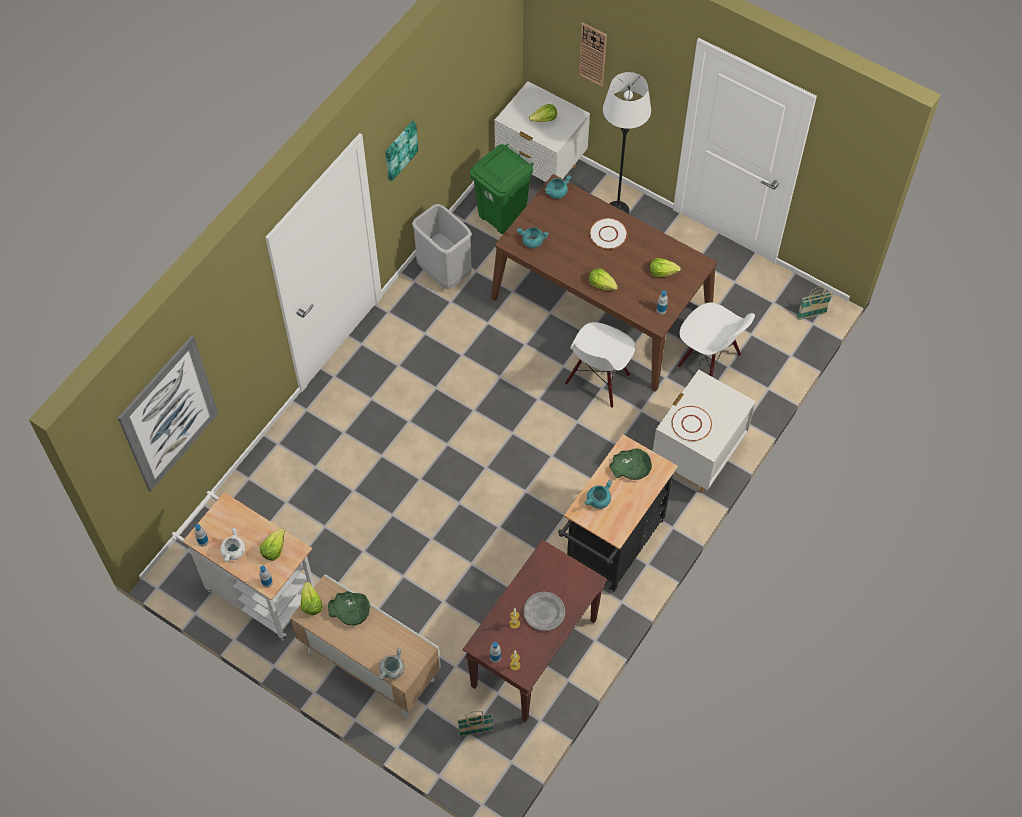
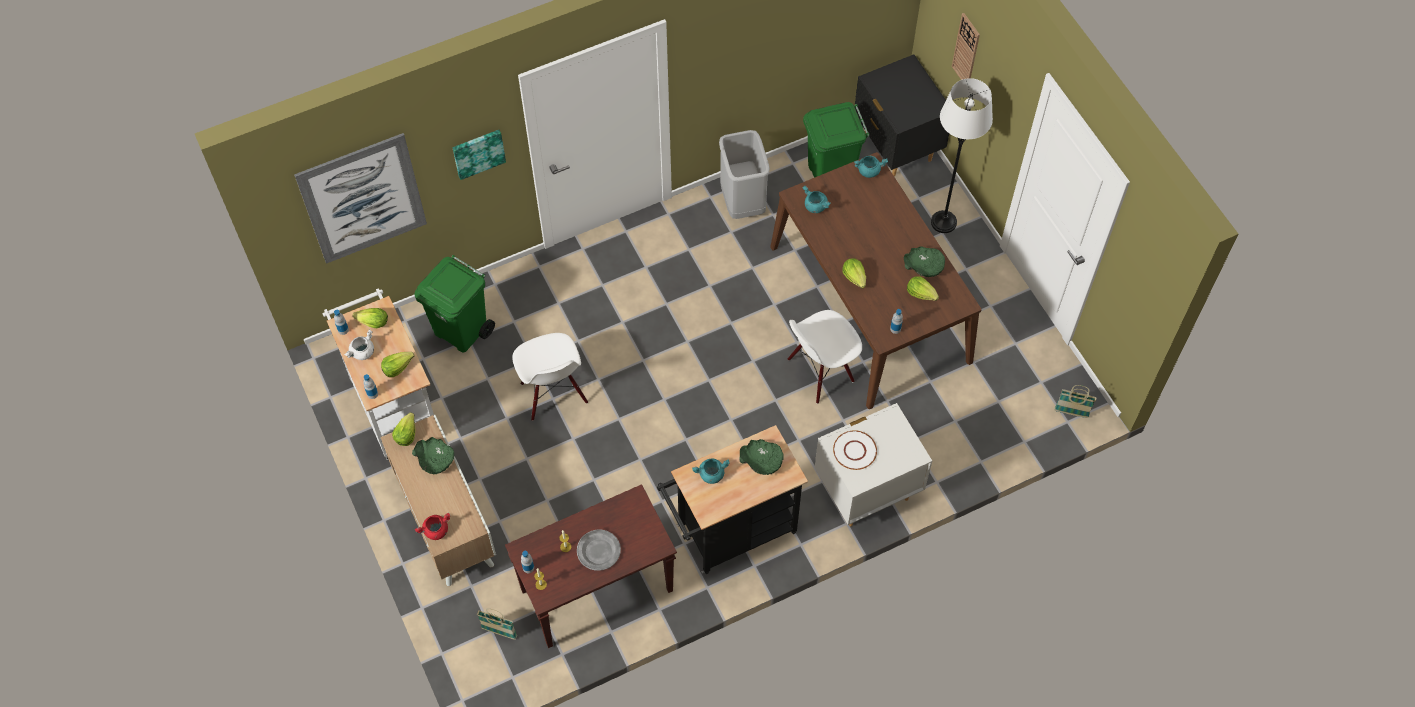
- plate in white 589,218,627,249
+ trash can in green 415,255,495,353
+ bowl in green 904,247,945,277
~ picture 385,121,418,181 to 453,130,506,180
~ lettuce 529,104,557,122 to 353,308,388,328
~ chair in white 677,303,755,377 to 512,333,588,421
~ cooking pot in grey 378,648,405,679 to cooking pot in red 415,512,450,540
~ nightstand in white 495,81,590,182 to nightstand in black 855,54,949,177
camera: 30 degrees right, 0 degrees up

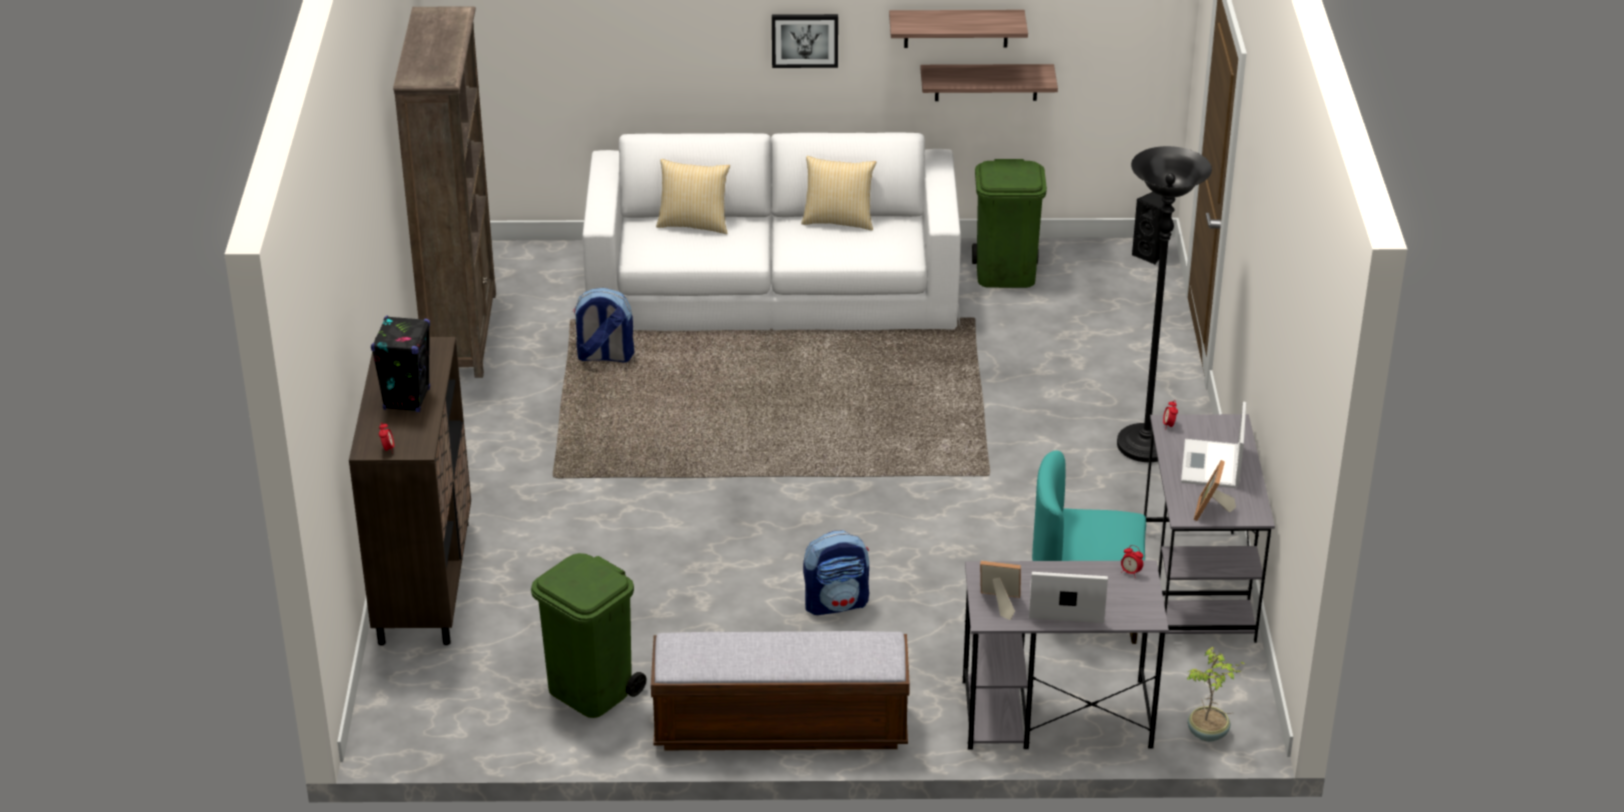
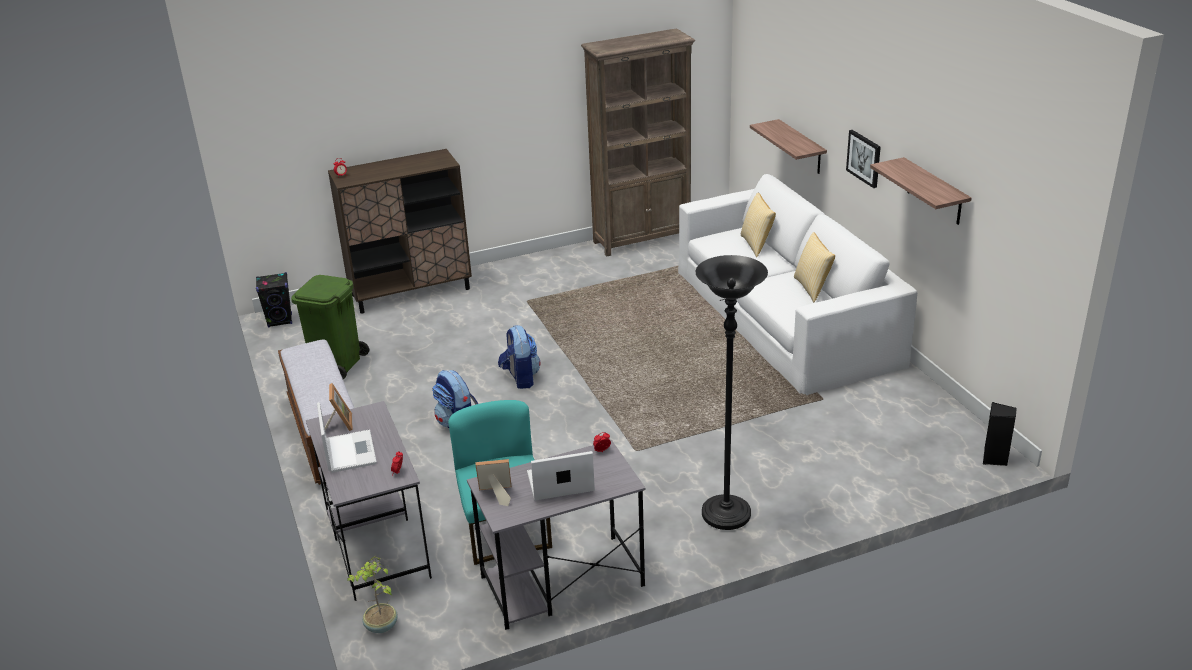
- trash can in green 972,159,1047,288
~ speaker in black 371,315,430,412 to 256,272,292,328
~ backpack 572,288,634,363 to 498,325,541,389
~ shelf 920,64,1058,101 to 750,119,827,174
camera: 70 degrees right, 5 degrees down

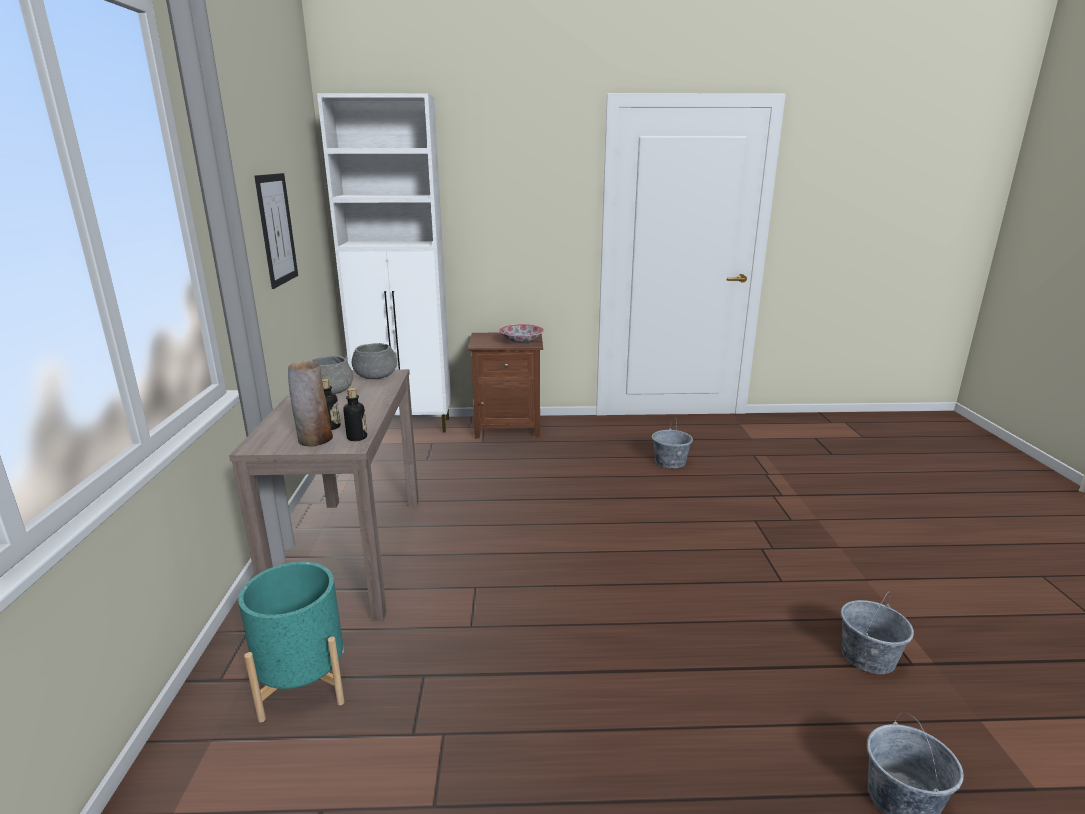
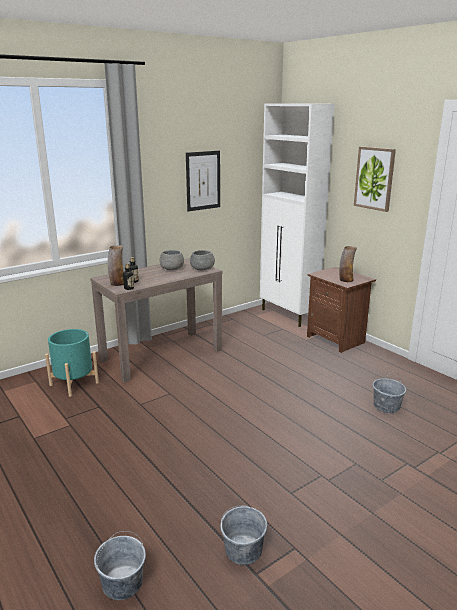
+ picture 354,146,396,212
~ bowl 499,324,544,343 to vase 339,246,357,282
camera: 55 degrees right, 0 degrees up

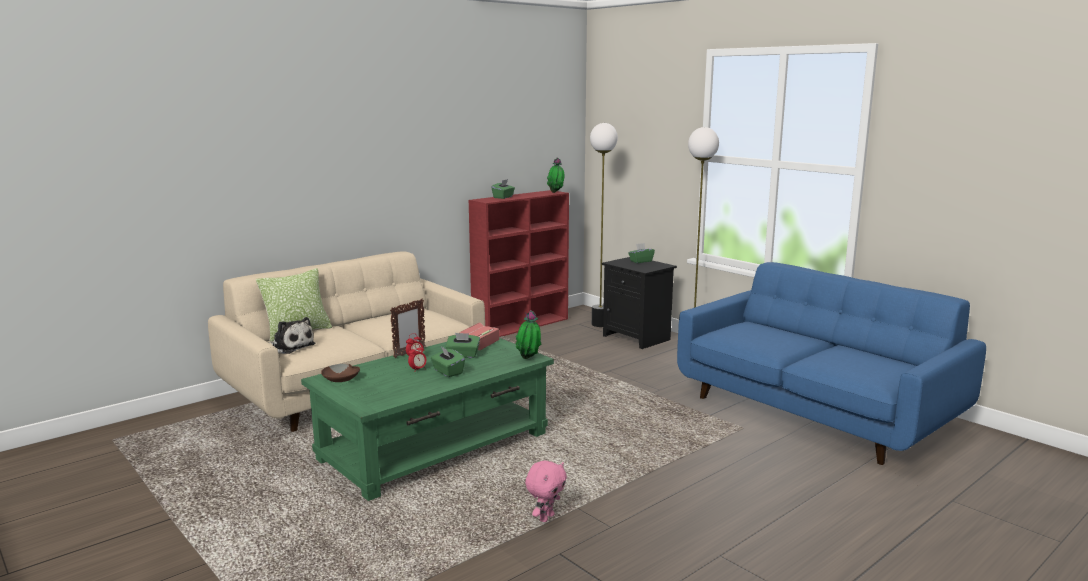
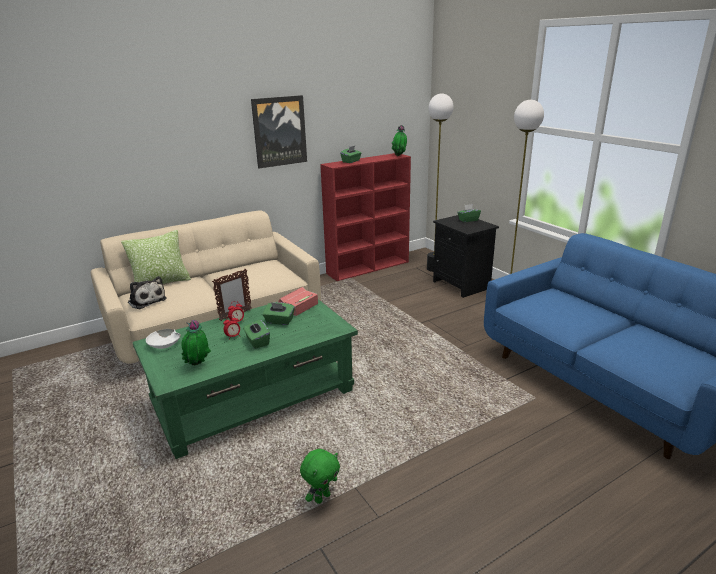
+ picture 251,95,307,168
~ potted plant 515,310,541,359 to 181,320,211,365
~ bowl in brown 321,364,360,382 to bowl in white 146,329,181,349
~ plush toy in pink 525,461,567,522 to plush toy in green 300,449,340,504
camera: 10 degrees right, 10 degrees up

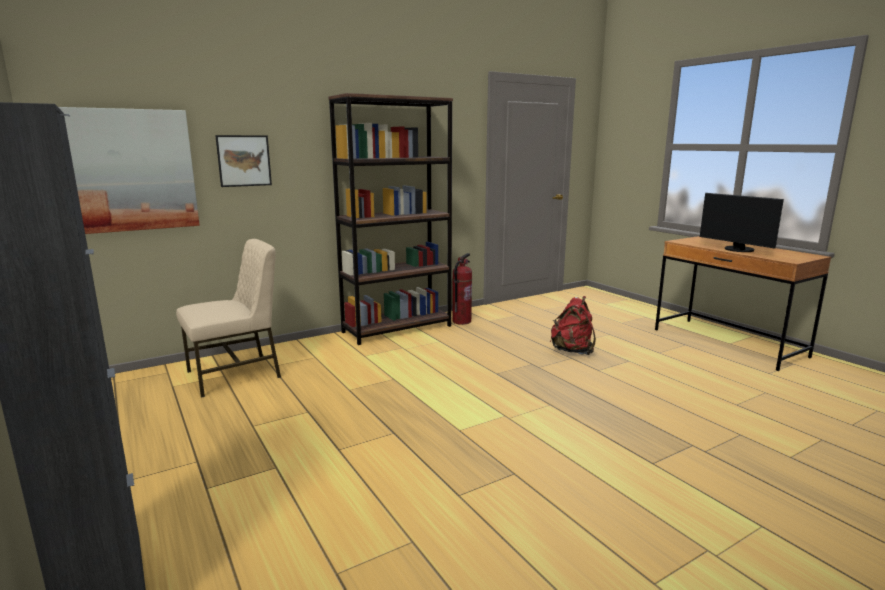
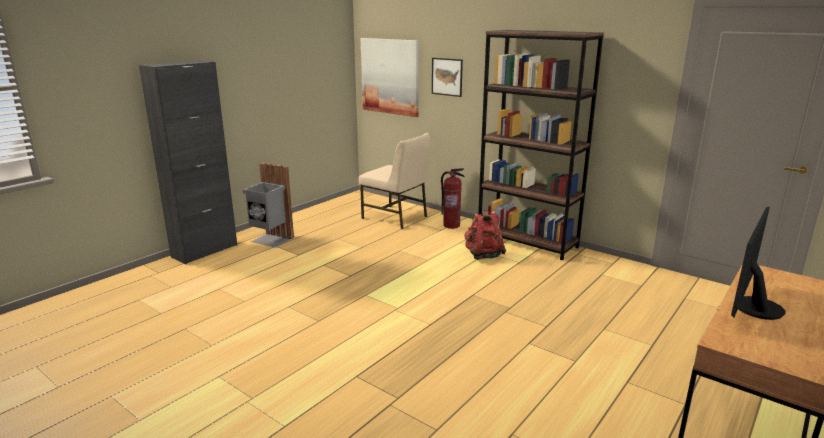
+ trash can in grey 243,162,294,248
~ fire extinguisher 452,253,472,325 to 441,168,465,229
~ backpack in red 550,296,596,355 to 465,210,506,260
camera: 70 degrees right, 5 degrees up

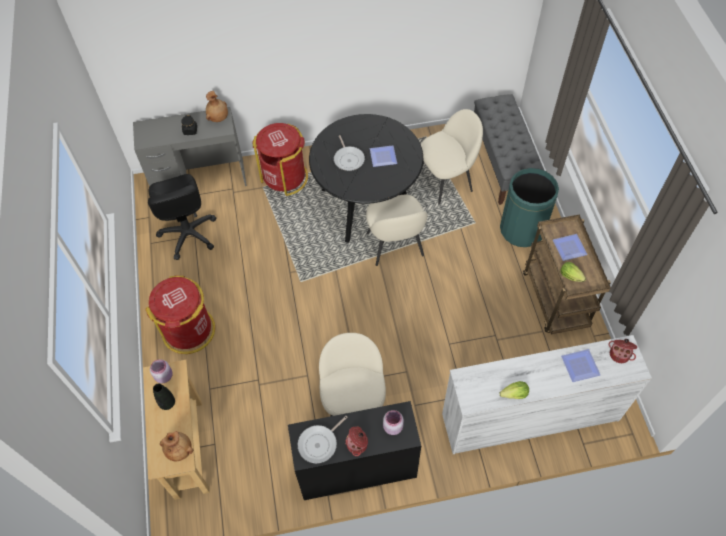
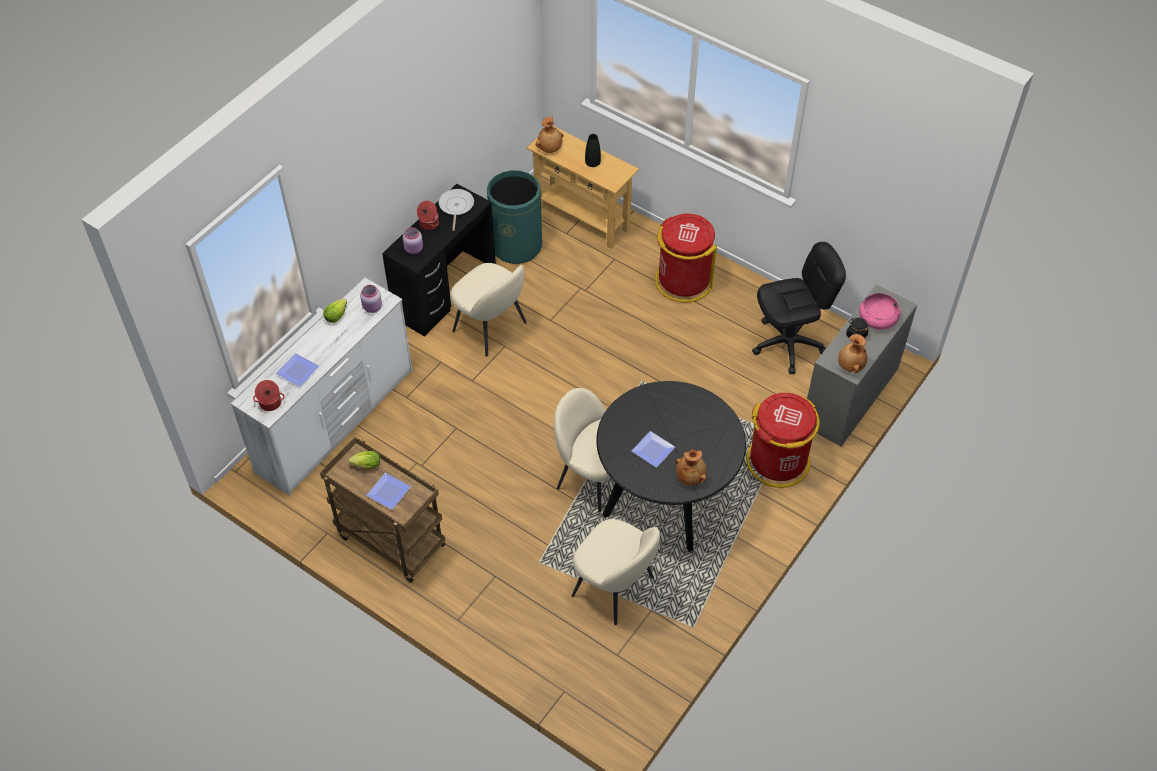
- frying pan 334,135,365,171
- bench in grey 474,94,544,205
+ vase in brown 675,449,707,485
+ bowl in pink 859,293,901,330
~ jar in pink 150,359,172,383 to 360,285,382,313
~ trash can in green 500,168,559,247 to 487,170,542,264
~ office chair in black 148,174,216,260 = 752,242,846,374 135 degrees clockwise
~ chair in beige 421,109,483,205 = 572,519,660,625 75 degrees counterclockwise
camera: 135 degrees right, 5 degrees down

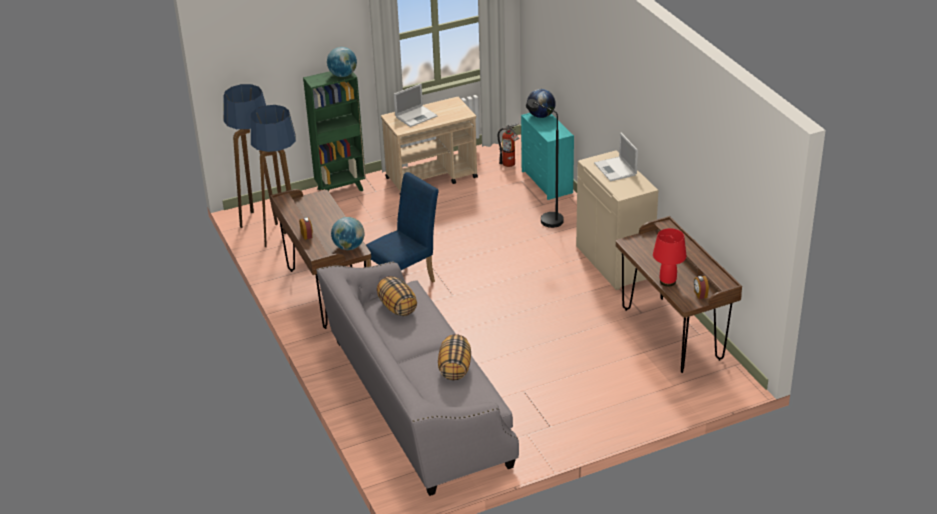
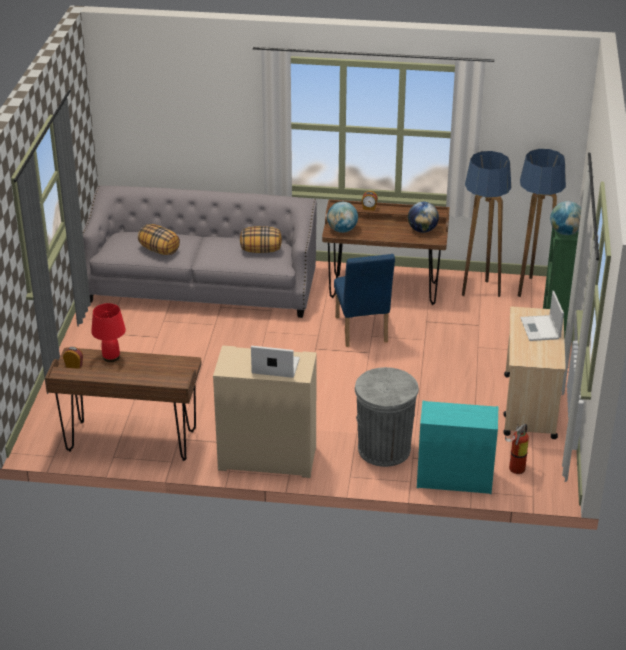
~ globe 527,89,556,118 to 408,202,439,233
~ floor lamp in black 526,99,564,228 to trash can in grey 355,367,419,467
camera: 120 degrees right, 0 degrees up

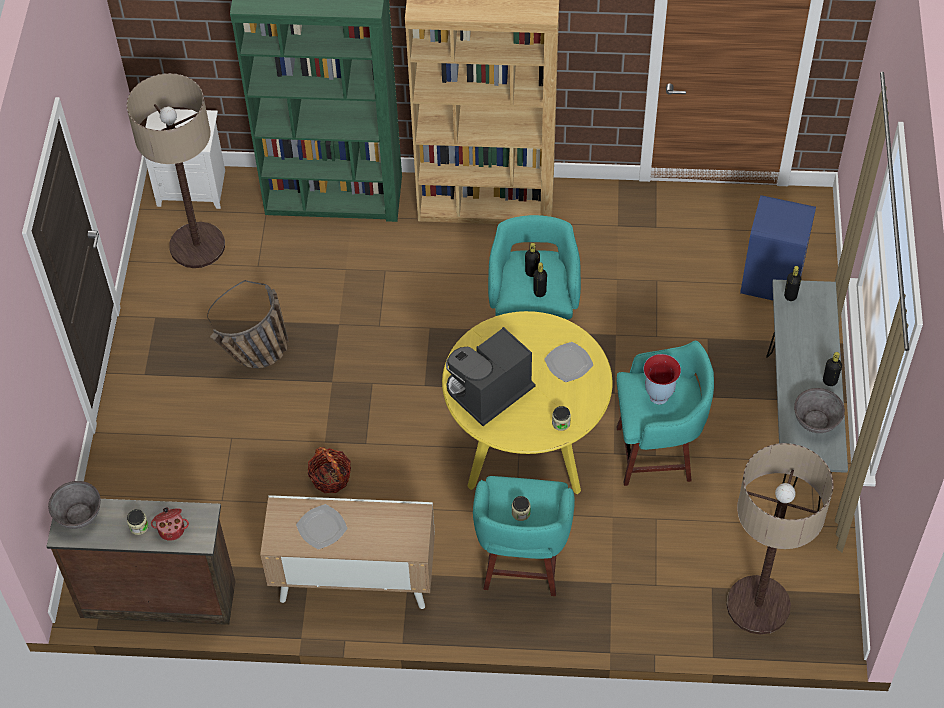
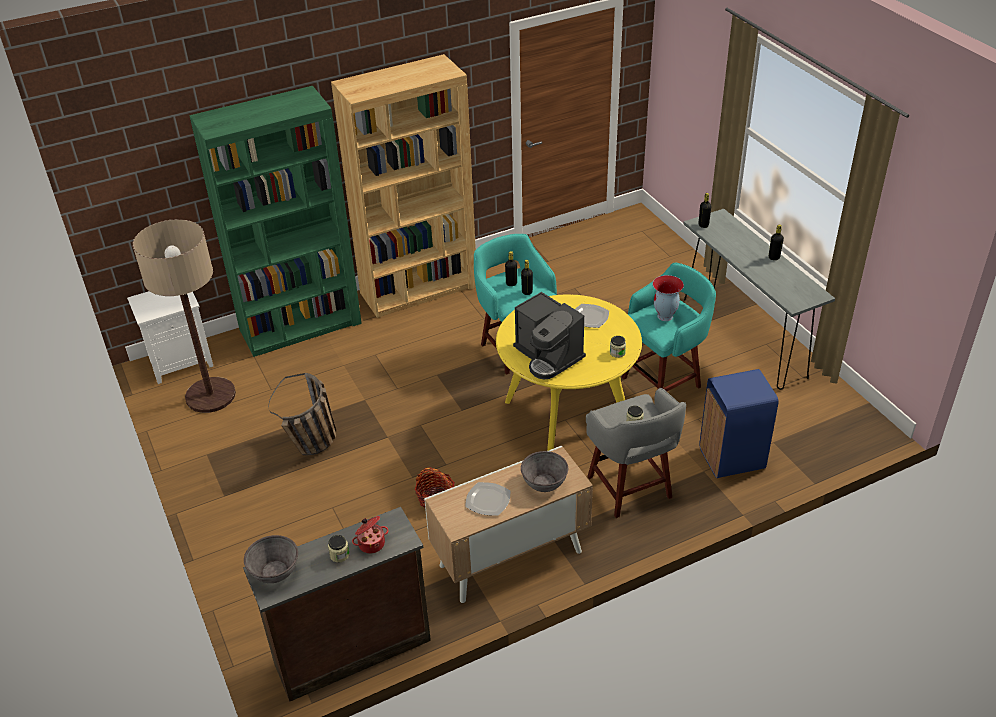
- floor lamp 727,443,833,634
~ trash can in blue 740,195,816,300 to 699,369,778,478
~ bowl in grey 794,388,845,433 to 521,451,568,492
~ stool in turquoise 473,476,575,596 to stool in grey 586,388,686,518
~ coffee machine 446,327,536,426 = 513,292,586,380 60 degrees counterclockwise
camera: 30 degrees left, 15 degrees down

